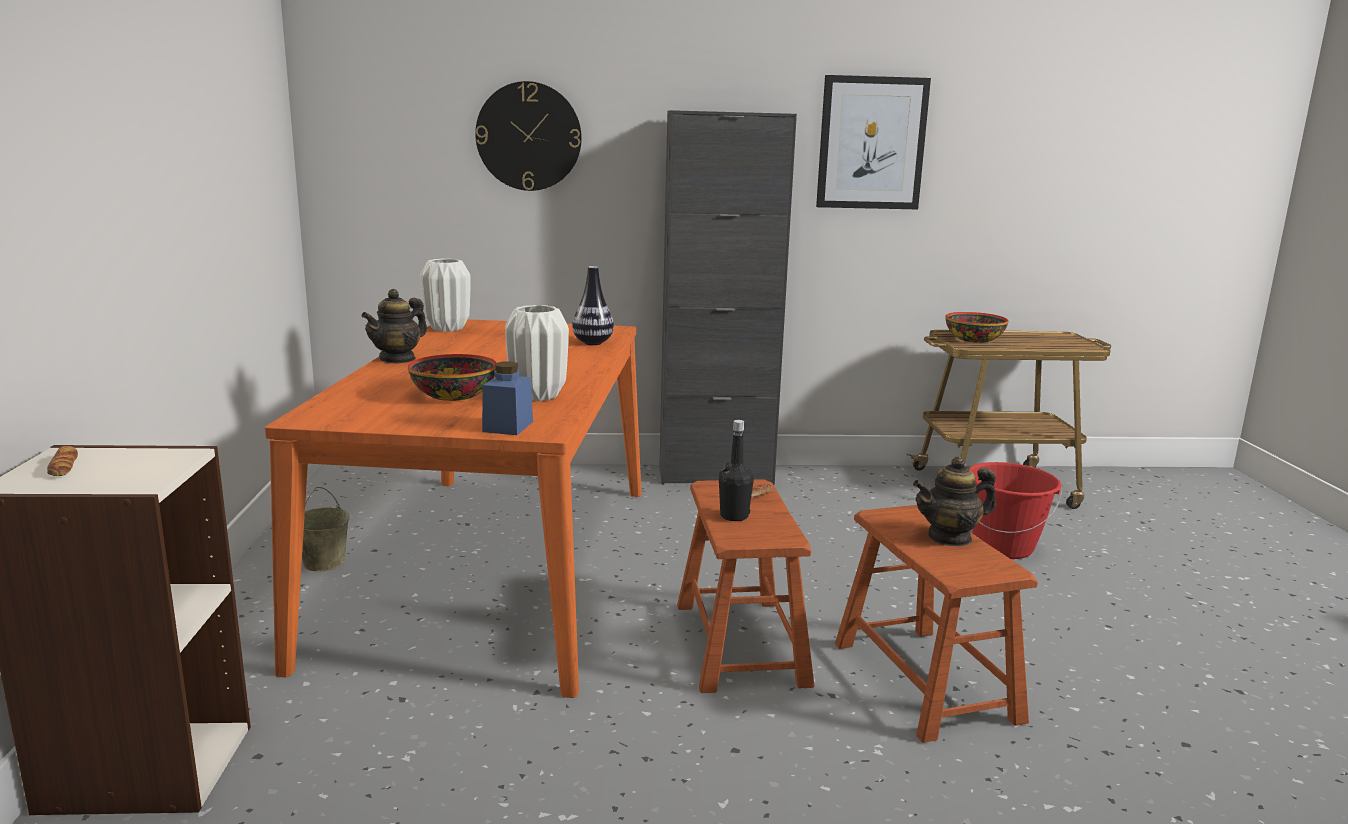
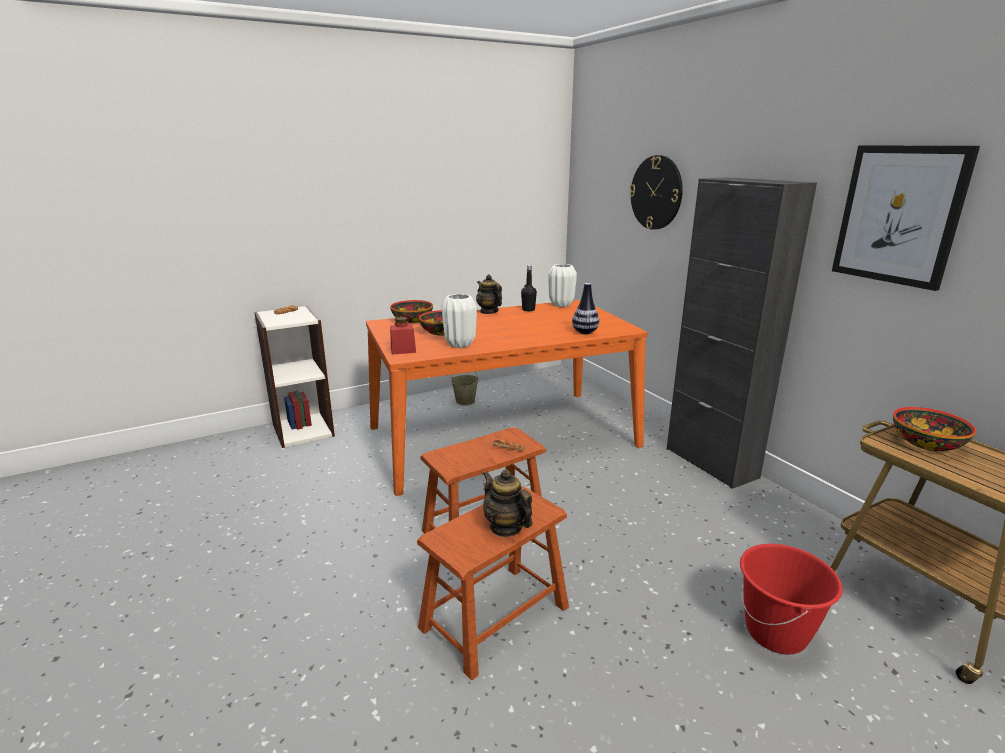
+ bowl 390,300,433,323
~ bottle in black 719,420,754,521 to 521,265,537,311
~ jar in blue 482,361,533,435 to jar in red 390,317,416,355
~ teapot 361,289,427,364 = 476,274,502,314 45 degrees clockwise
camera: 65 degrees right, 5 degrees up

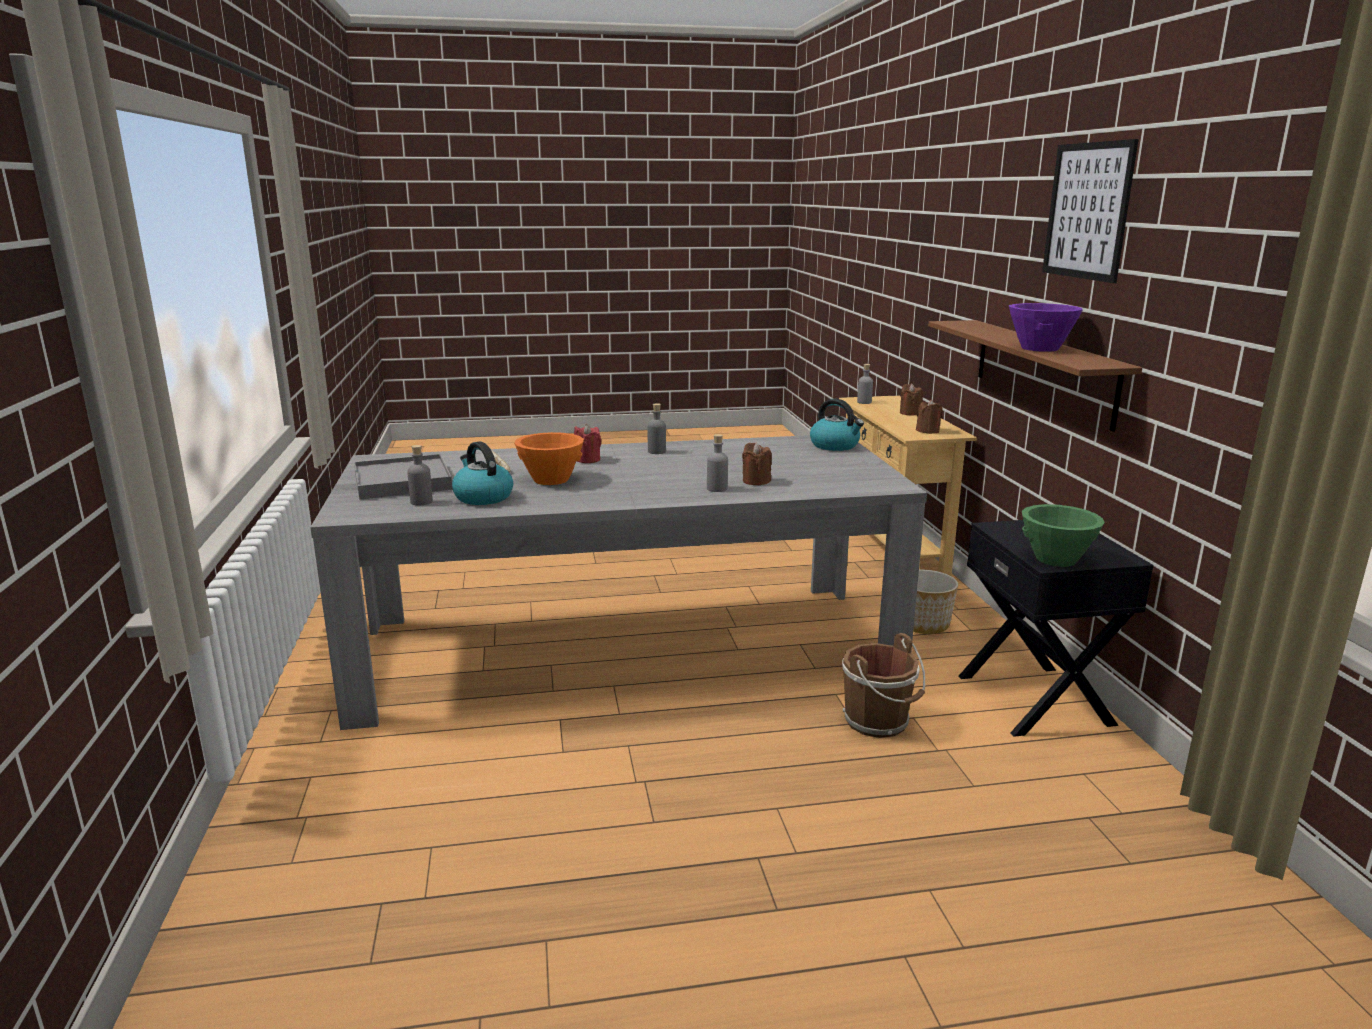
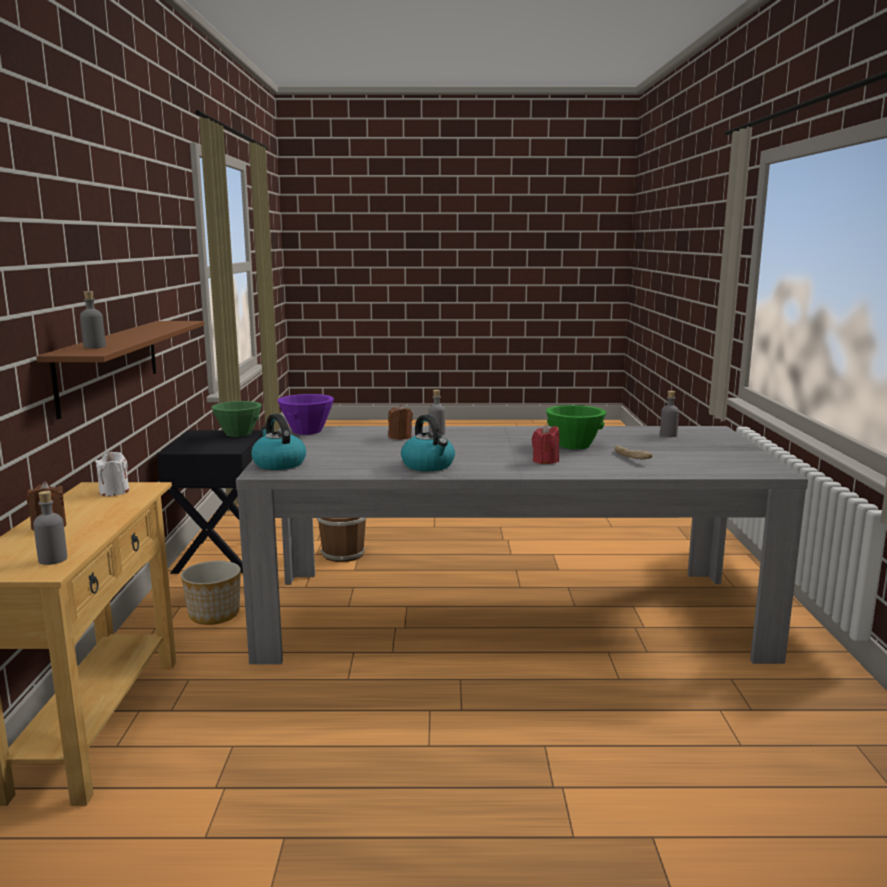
- tray in grey 354,454,452,499
- picture 1042,139,1138,283
~ kettle 452,441,513,505 to 401,415,455,471
~ bottle in grey 648,403,666,454 to 80,291,106,348
~ bowl in purple 1009,303,1083,352 to 278,394,334,435
~ bowl in orange 514,432,584,485 to bowl in green 546,405,606,449
~ candle in brown 916,399,943,434 to candle in white 95,452,130,496
camera: 170 degrees left, 5 degrees down

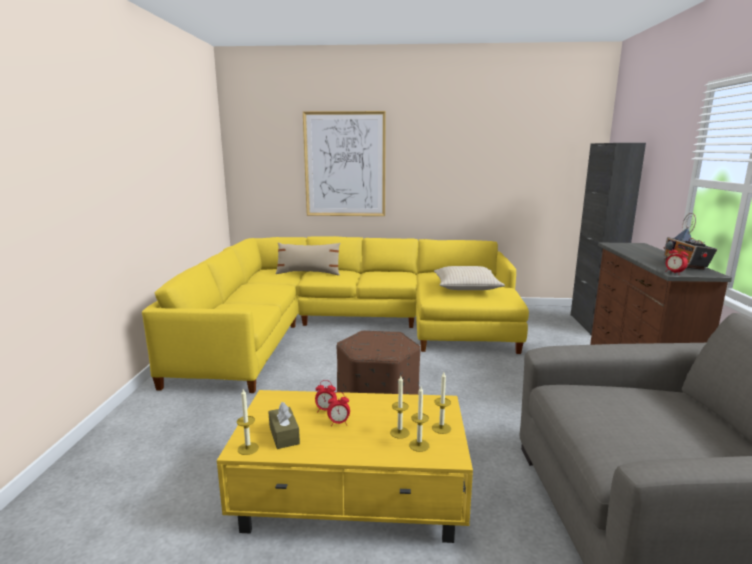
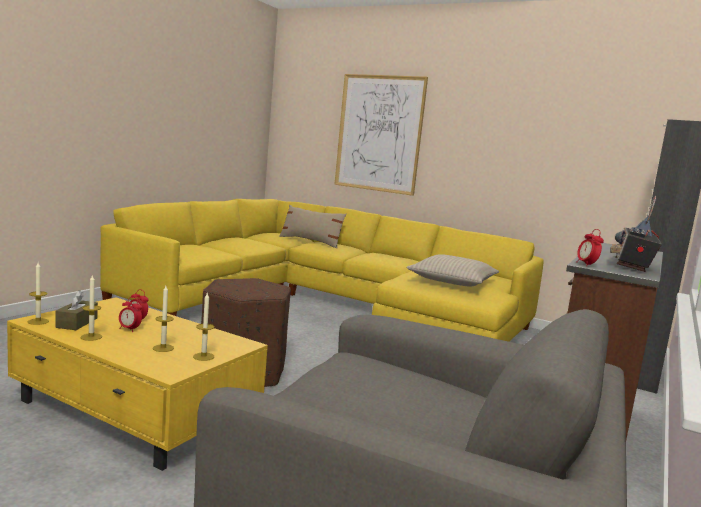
~ candle 409,387,430,452 to 80,275,102,341
camera: 25 degrees right, 5 degrees down

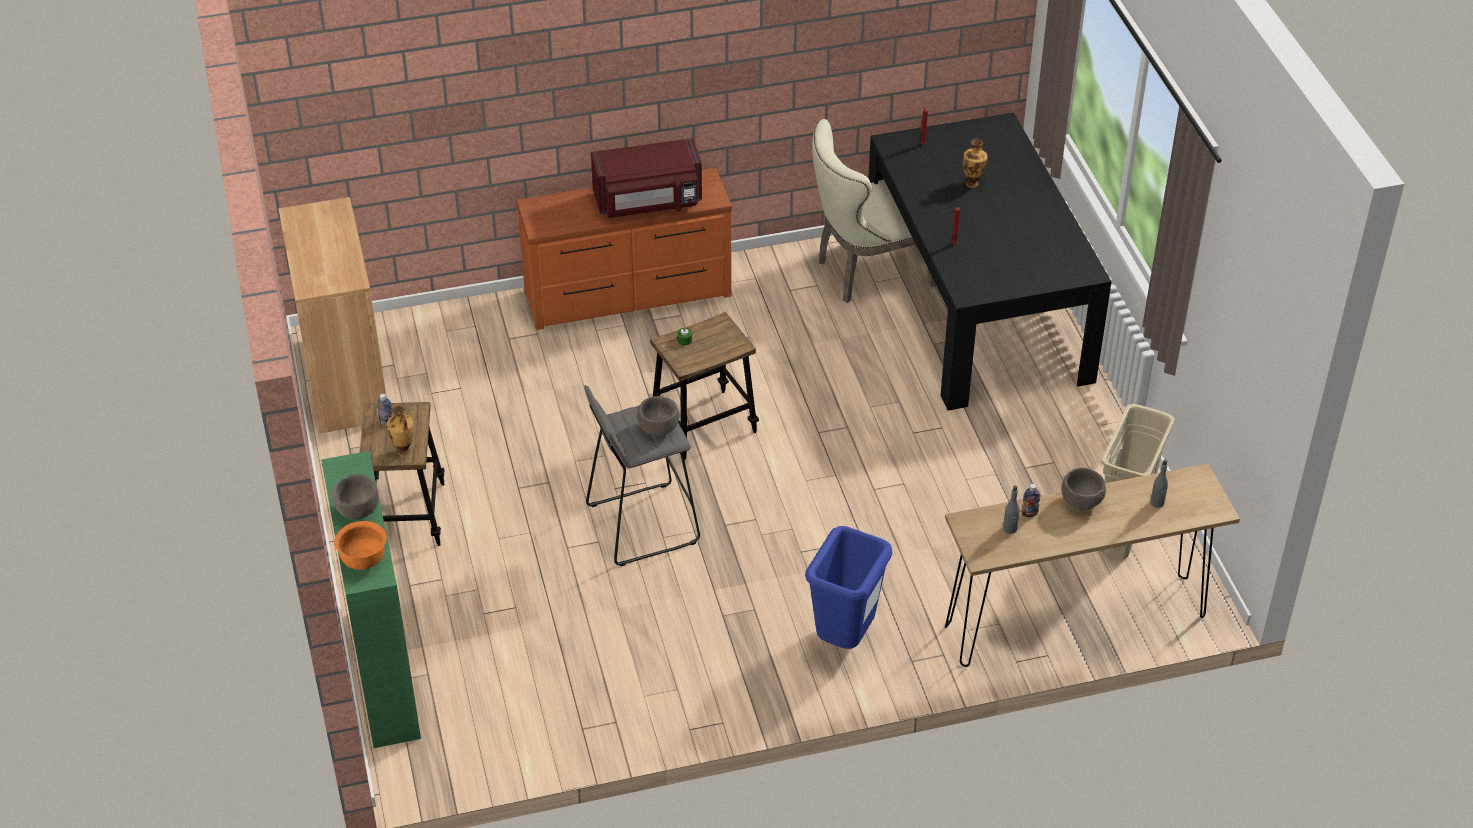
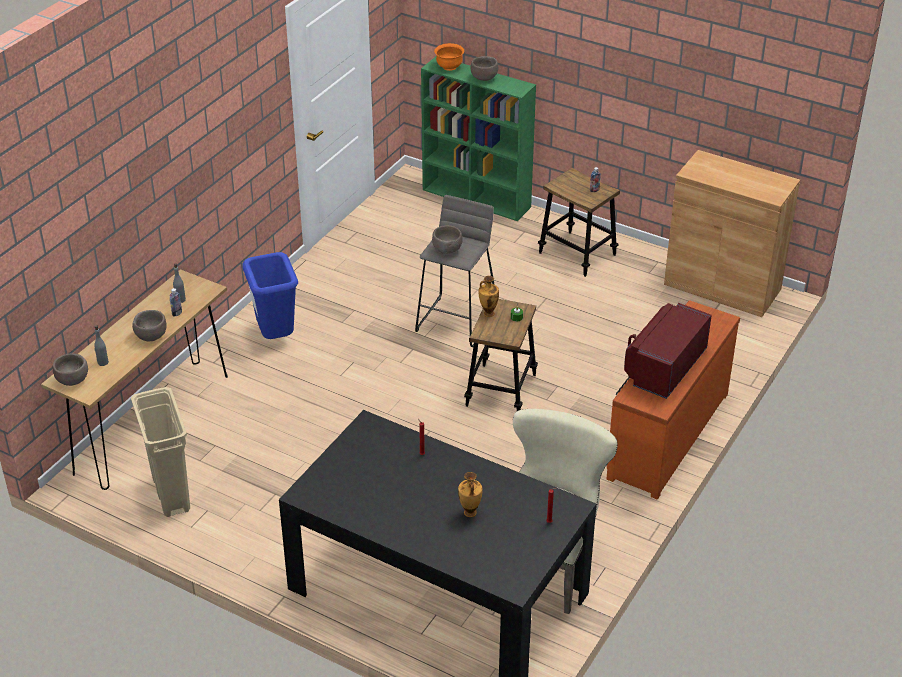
+ bowl in brown 53,353,88,386
~ vase 387,406,414,456 to 479,276,499,317
camera: 135 degrees right, 5 degrees down

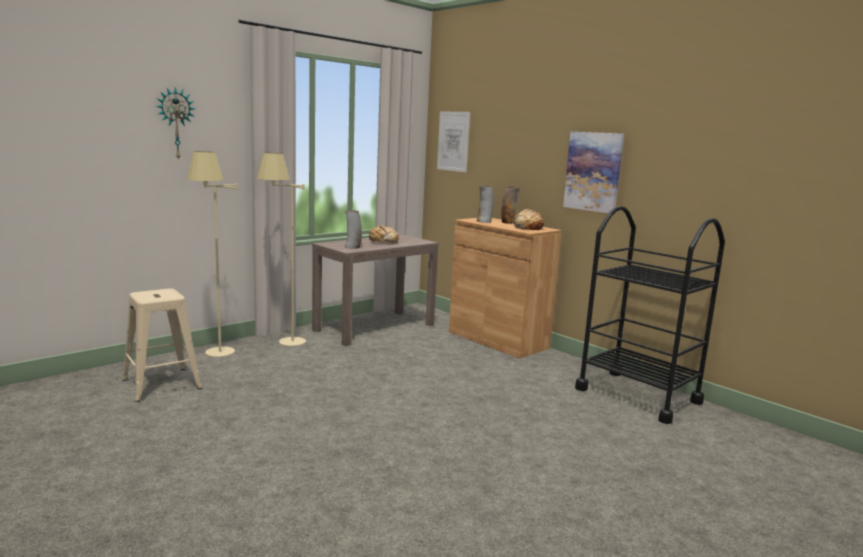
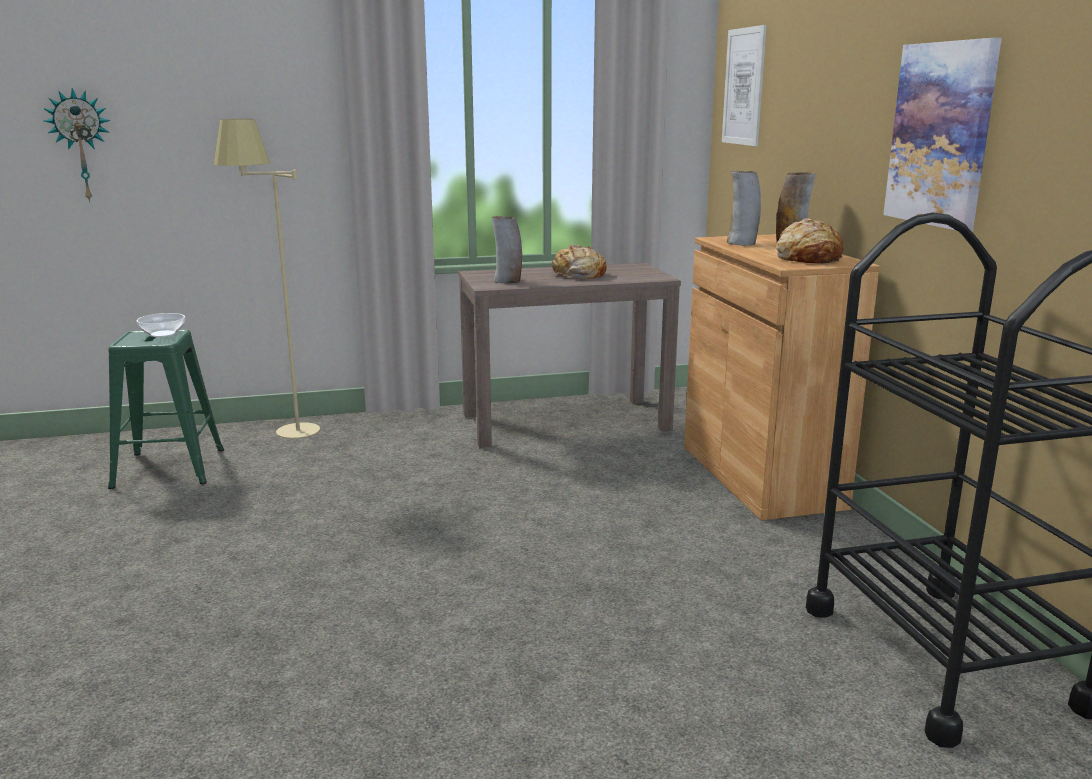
- floor lamp in beige 257,153,306,346
+ bowl 136,313,185,337
~ wall clock 156,87,195,160 to 43,88,110,203
~ stool in beige 122,288,202,402 to stool in green 108,329,224,489
camera: 30 degrees right, 5 degrees up

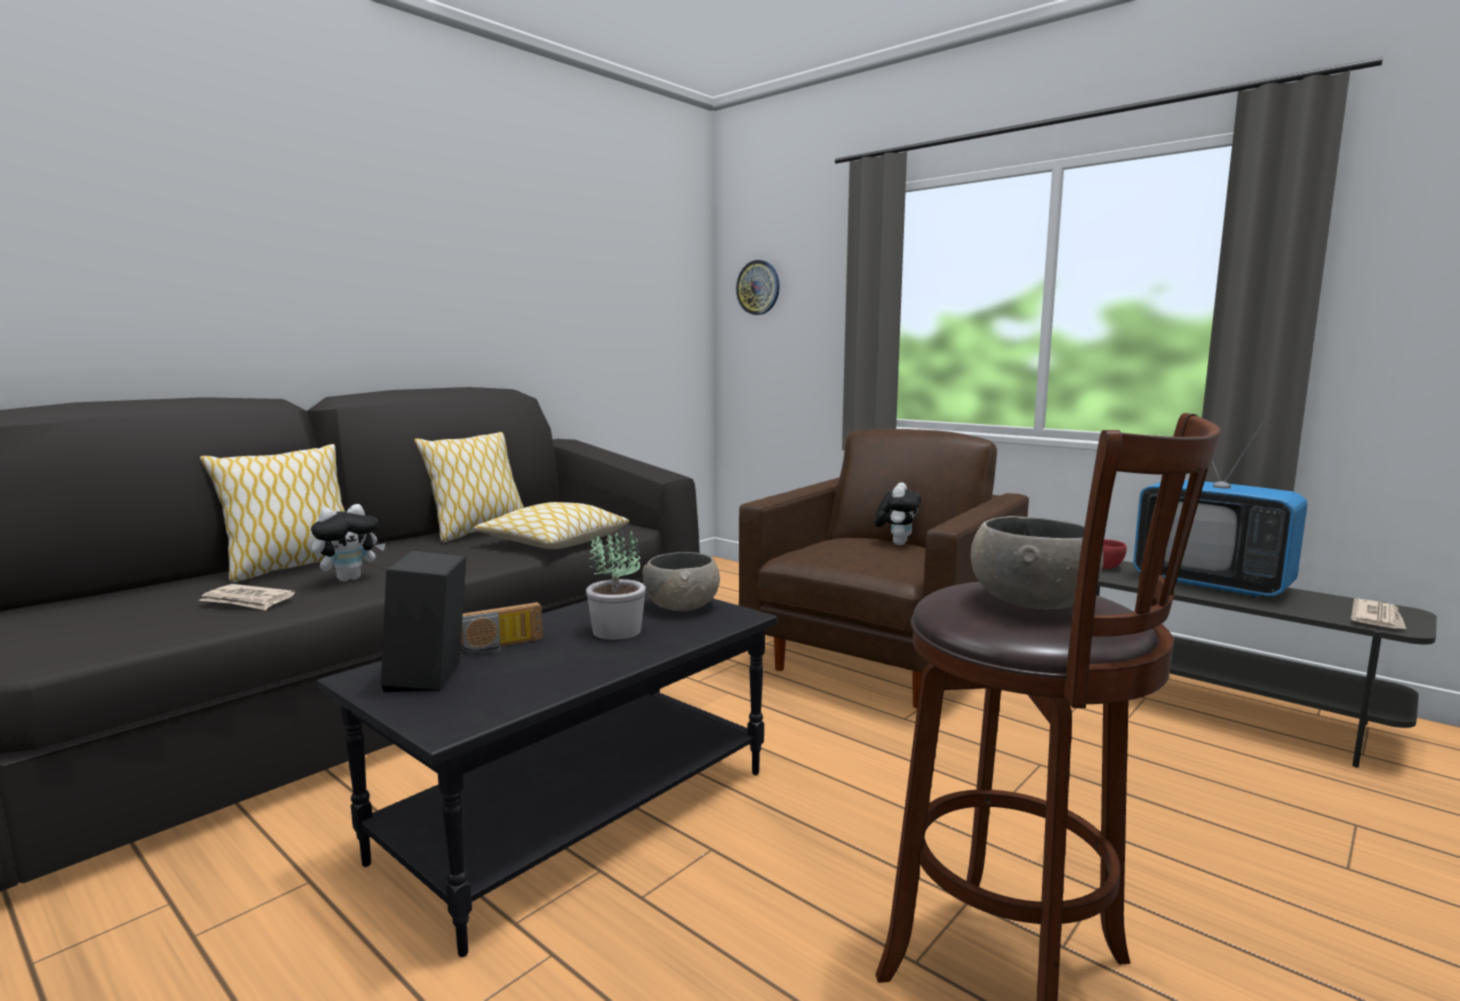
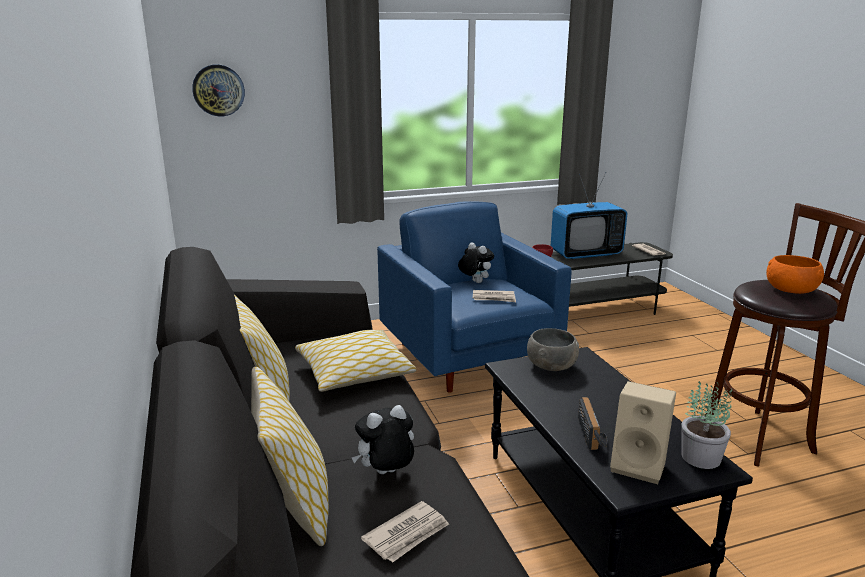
+ newspaper 473,290,516,302
~ potted plant 586,530,646,640 to 681,381,732,469
~ speaker in black 381,550,466,692 to speaker in beige 610,381,676,484
~ armchair in brown 739,429,1029,708 to armchair in blue 377,201,572,393
~ bowl in grey 971,516,1103,609 to bowl in orange 766,255,824,294
~ plush toy 311,504,386,582 = 352,405,414,474 105 degrees counterclockwise
camera: 60 degrees left, 10 degrees up

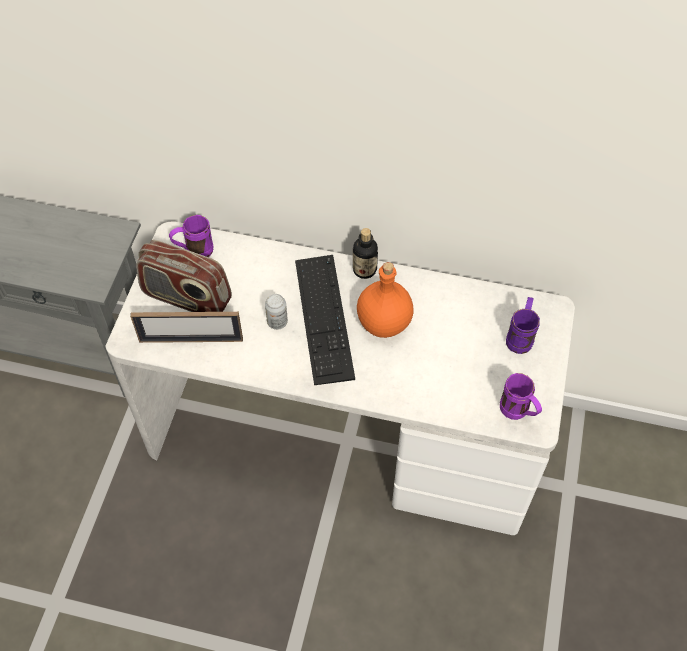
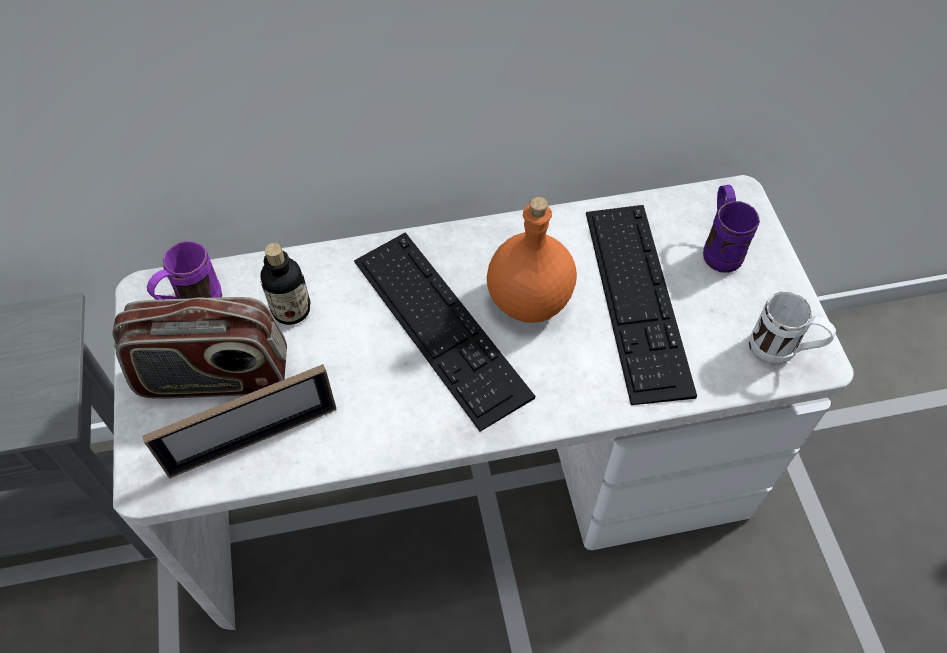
- can 265,294,288,330
+ keyboard 586,205,697,405
~ bottle 353,228,378,279 to 260,243,311,325
~ mug in purple 500,373,542,420 to mug in white 749,292,836,365
camera: 25 degrees left, 0 degrees up

